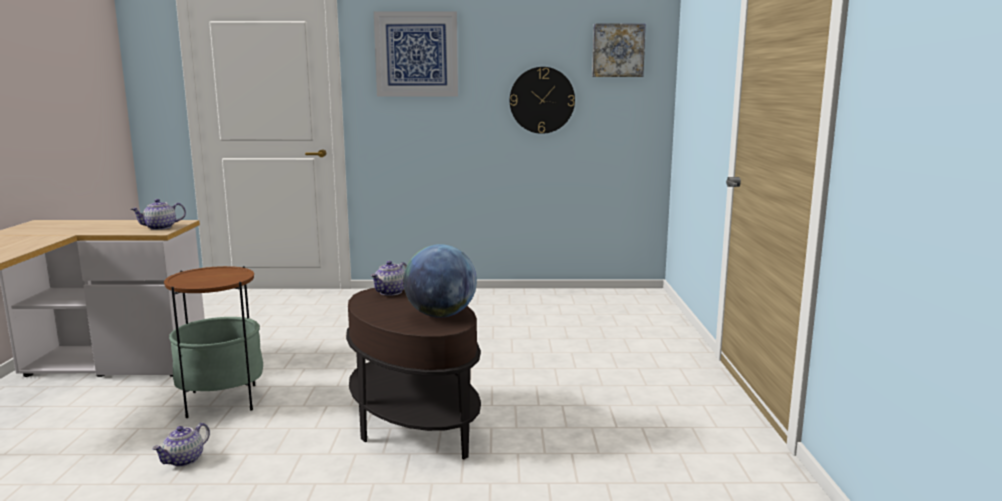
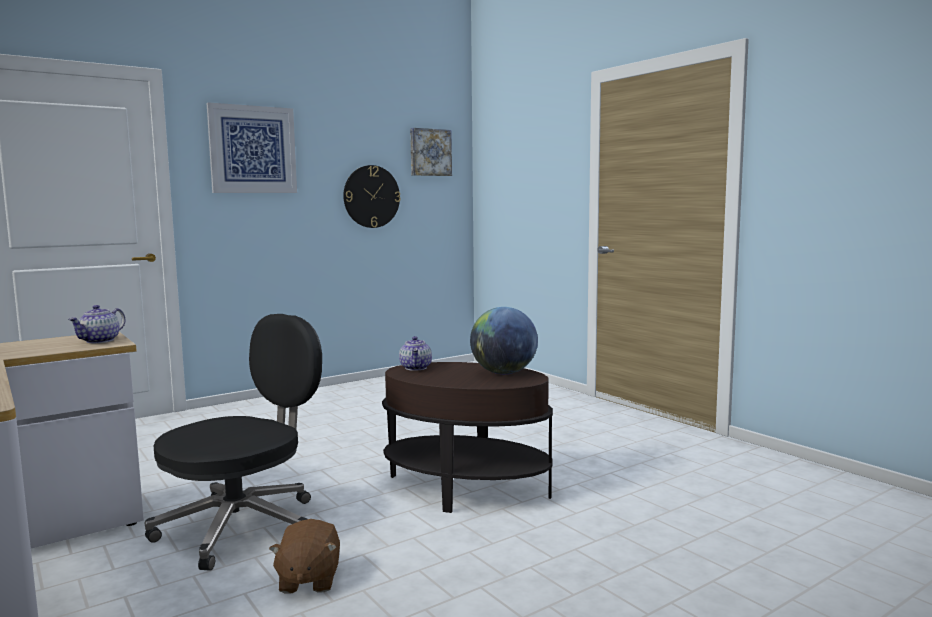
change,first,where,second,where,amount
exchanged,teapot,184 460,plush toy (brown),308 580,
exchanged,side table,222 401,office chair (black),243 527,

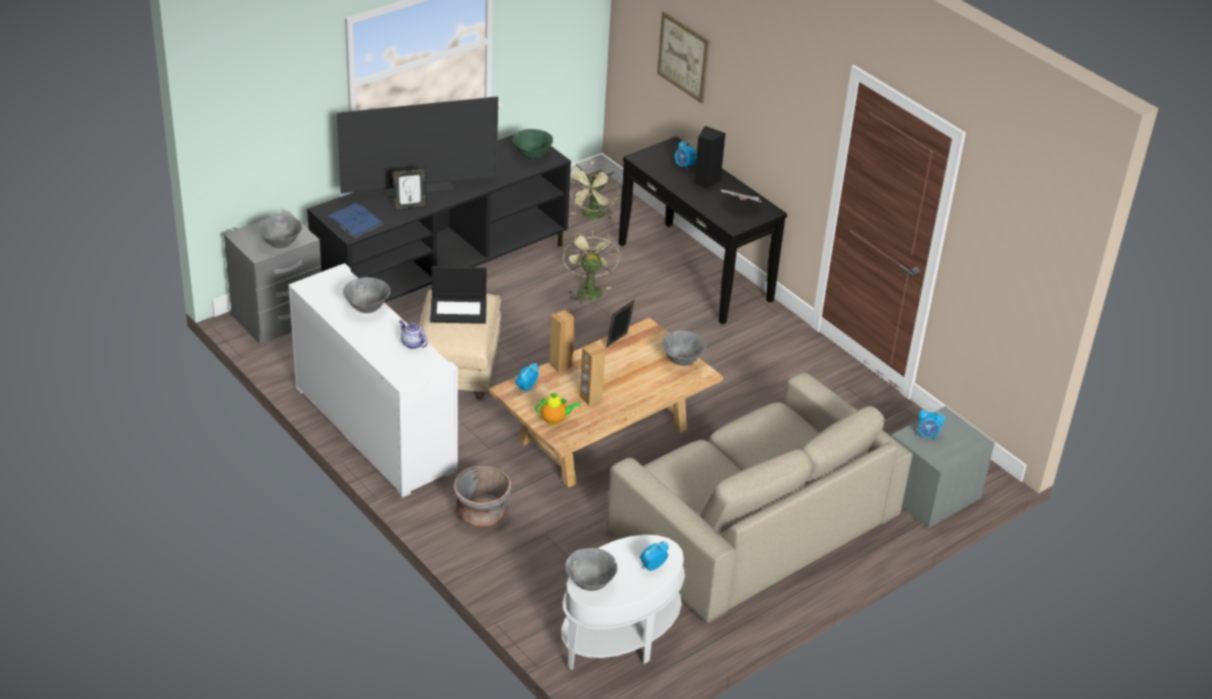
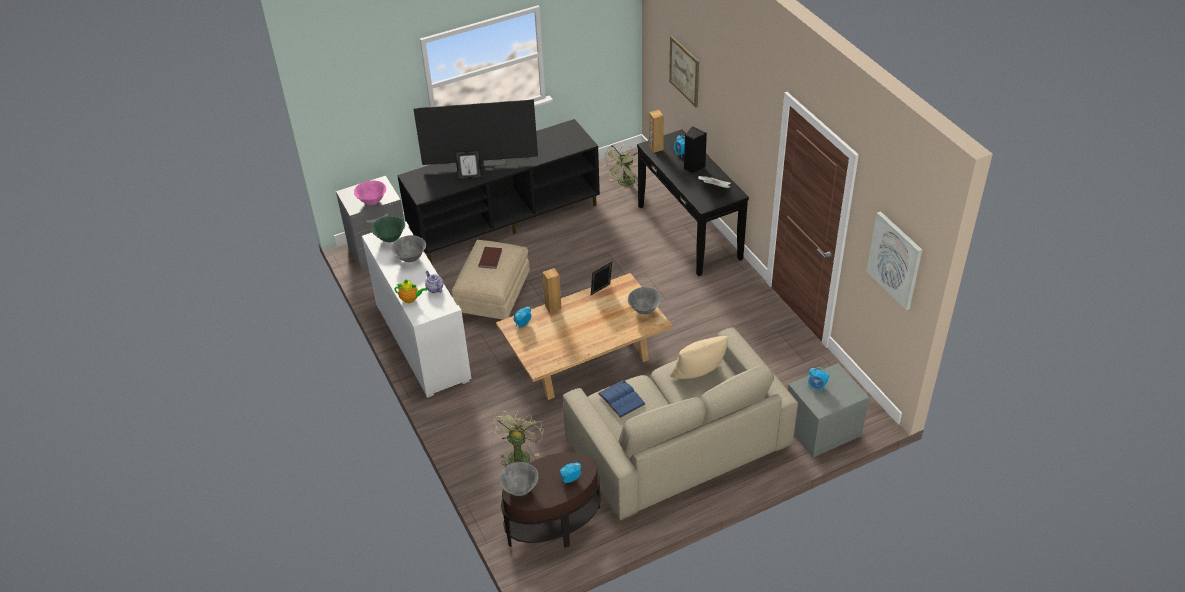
change,first,where,second,where,amount
missing,planter (grey),481 513,,,
appeared,,,pillow (beige),699 375,
appeared,,,picture,895 260,
relocated,book (blue),354 220,,621 398,
relocated,bowl (green),532 155,,390 238,
relocated,teapot,555 420,,411 299,
relocated,fan (green),588 289,,518 454,
relocated,speaker (brown),590 398,,655 148,
exchanged,laptop,459 310,book (brown),491 258,
colour,bowl (grey),281 244,bowl (pink),372 201,
colour,side table (white),620 636,side table (brown),553 524,

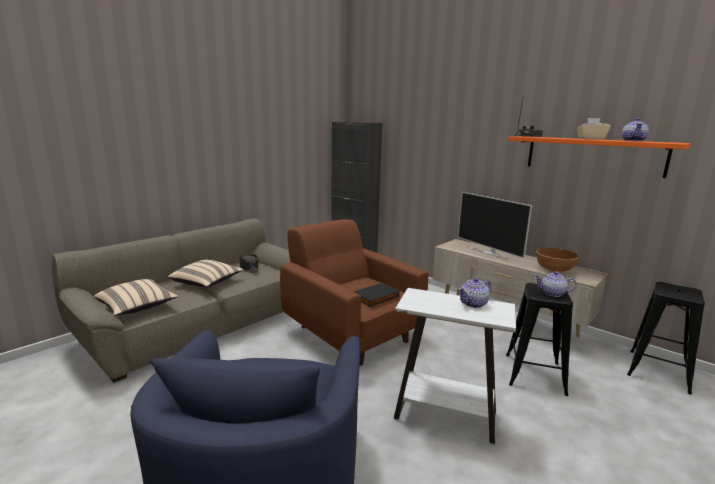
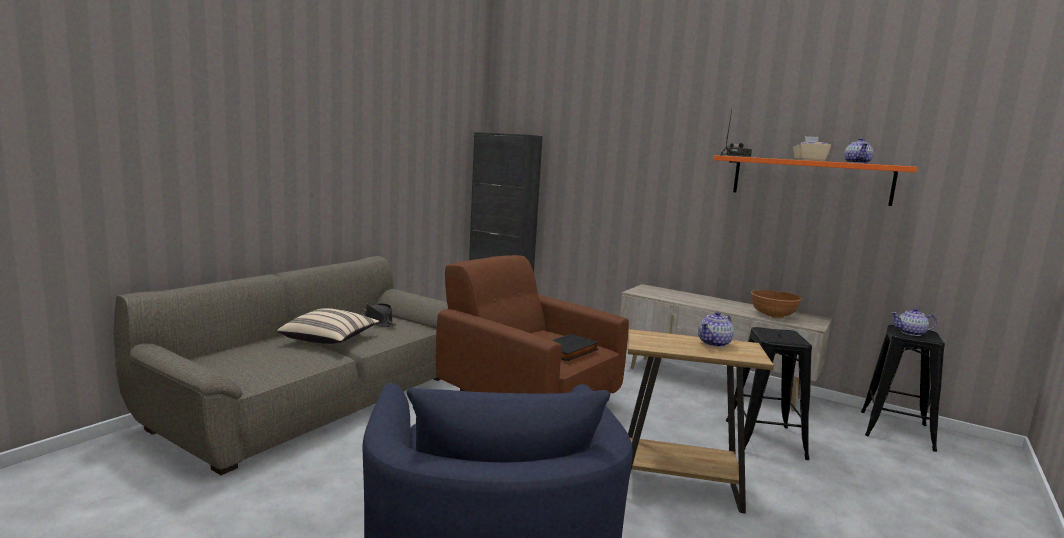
change,first,where,second,where,amount
missing,pillow (beige),137 308,,,
missing,television,489 253,,,
relocated,teapot,553 293,,911 333,
colour,side table (white),445 415,side table (brown),678 487,

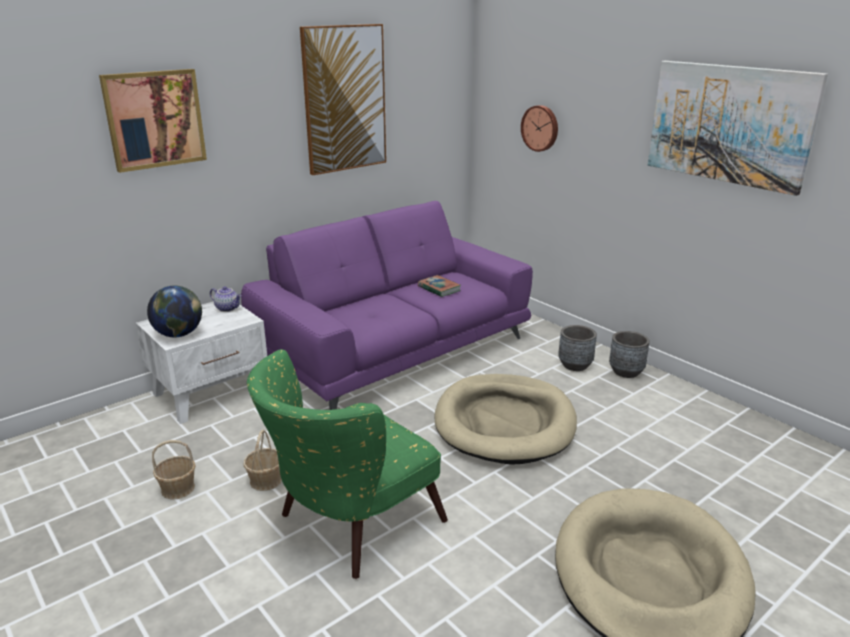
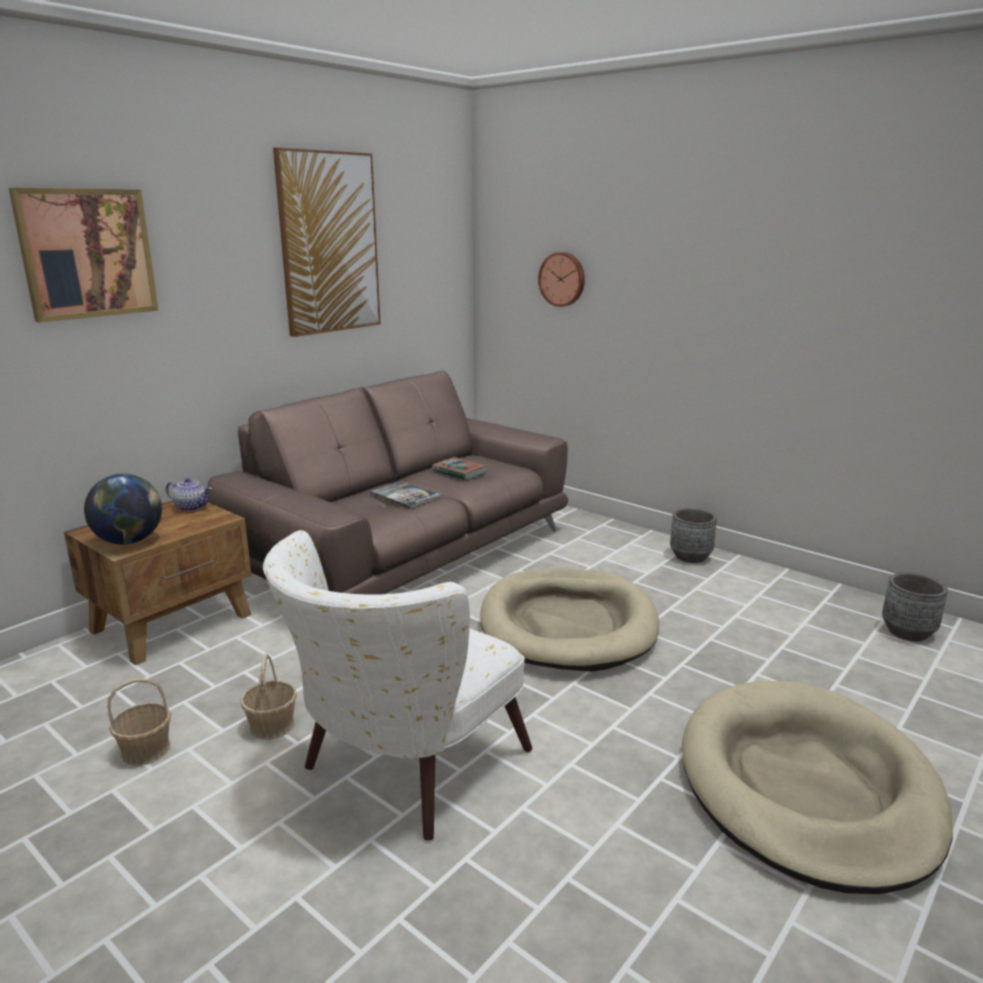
change,first,where,second,where,amount
missing,picture,729 124,,,
appeared,,,book,405 496,
relocated,planter (grey),575 365,,908 632,
colour,side table (white),212 392,side table (brown),173 622,
colour,sofa (purple),394 349,sofa (brown),406 553,
colour,armchair (green),348 525,armchair (white),400 771,

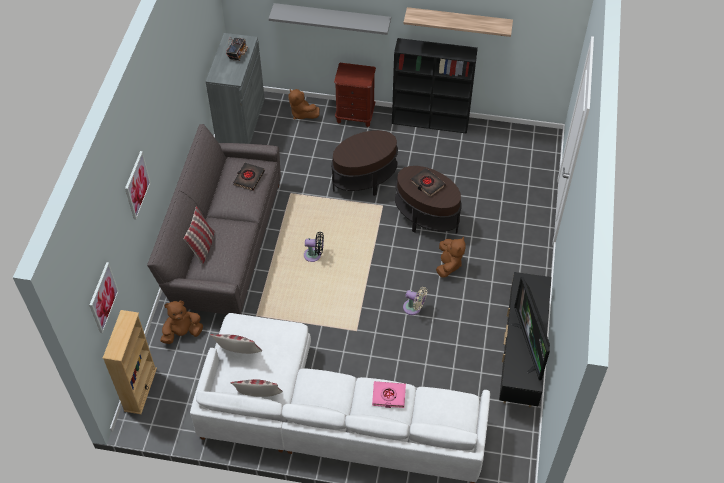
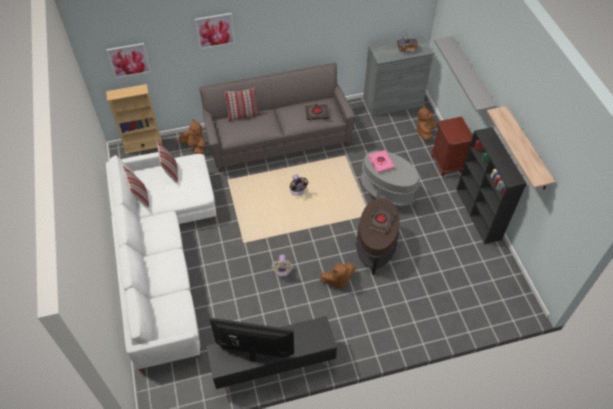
change,first,where,second,where,amount
relocated,book (pink),388 396,,380 163,
colour,side table (brown),364 180,side table (grey),386 194,
spun,television,530 346,,254 353,45 degrees clockwise

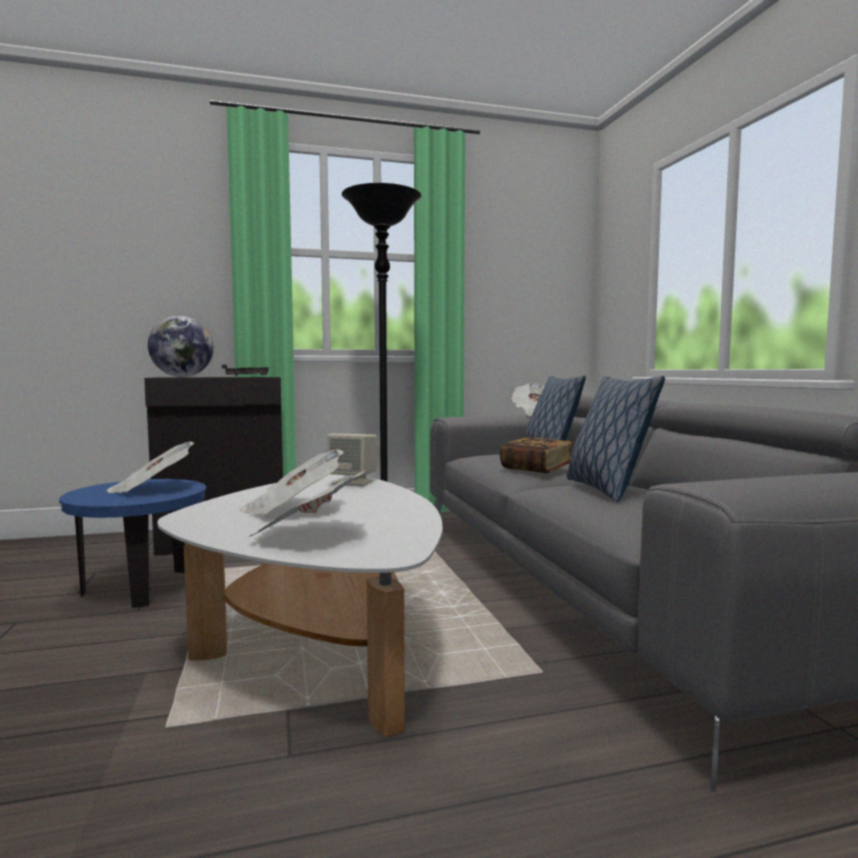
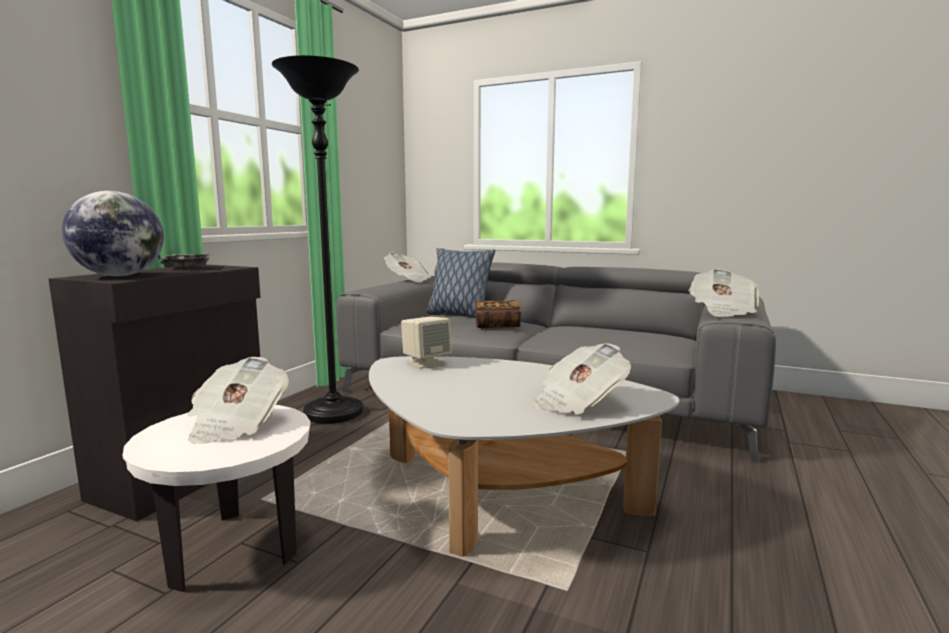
change,first,where,second,where,amount
missing,pillow,606 489,,,
relocated,newspaper,292 509,,722 311,
colour,side table (blue),141 587,side table (white),233 548,

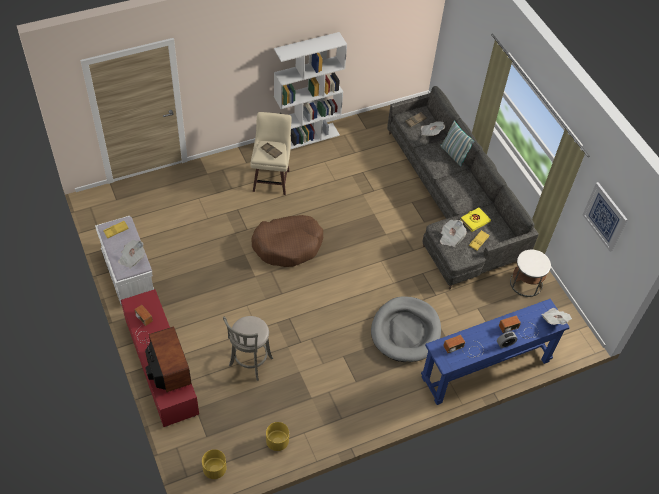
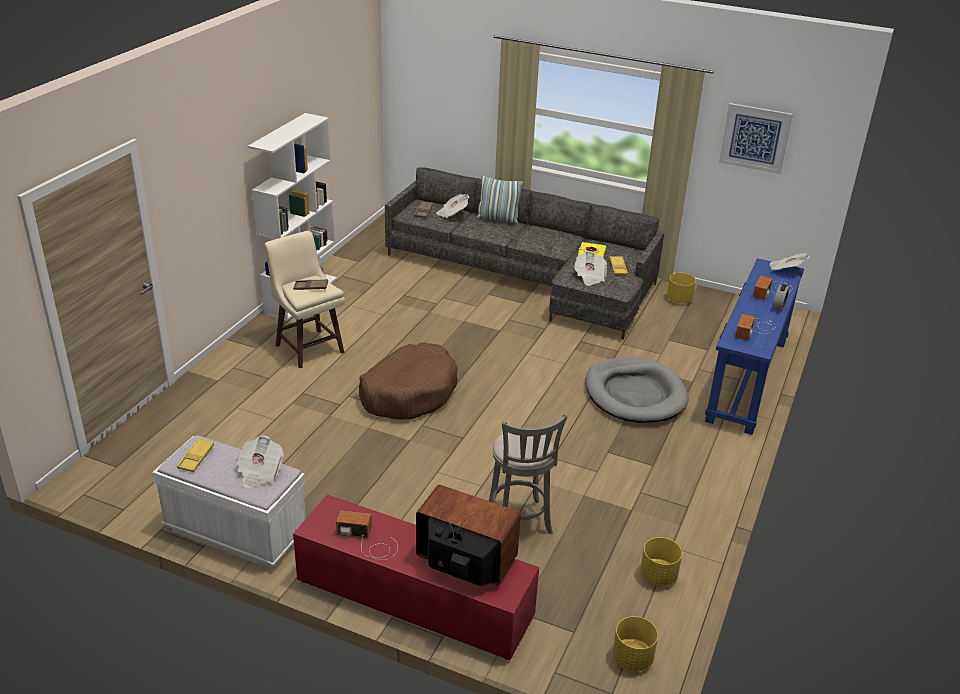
change,first,where,second,where,amount
exchanged,side table (white),526 283,planter (yellow),679 300,

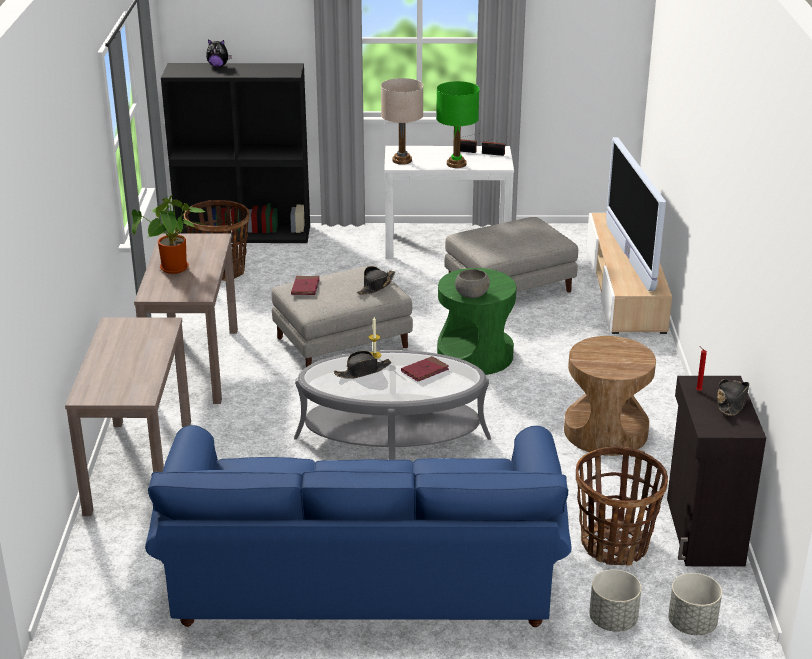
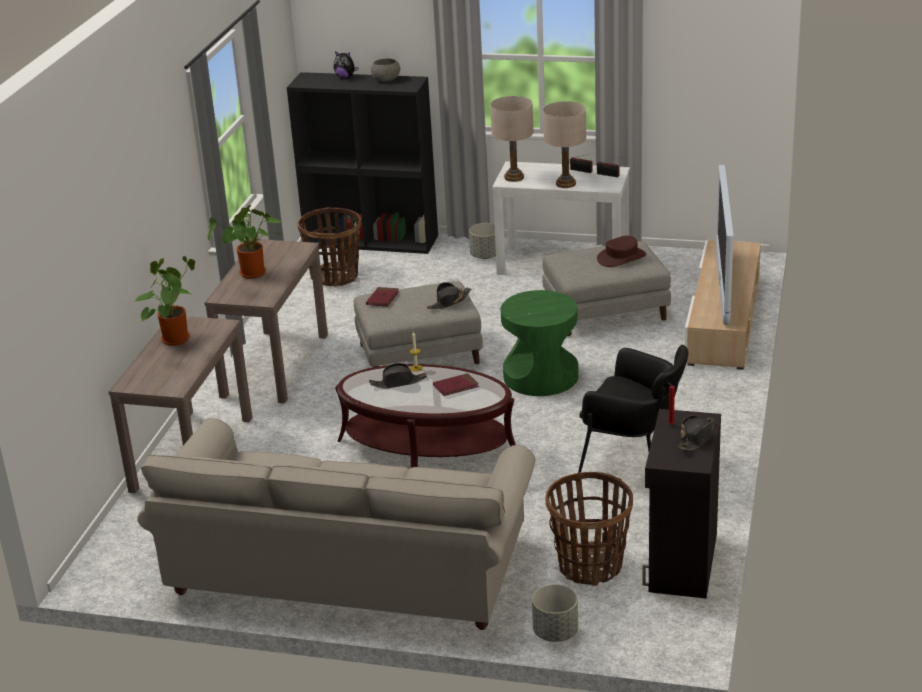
change,first,where,second,where,amount
appeared,,,potted plant,174 338,
appeared,,,hat (brown),621 257,
relocated,bowl (grey),471 294,,386 79,
relocated,planter (grey),692 624,,485 256,
exchanged,side table (brown),606 431,armchair (black),633 460,
colour,sofa (blue),363 573,sofa (beige),348 566,
colour,coffee table (grey),392 438,coffee table (brown),427 448,
colour,table lamp (green),456 164,table lamp (beige),565 184,

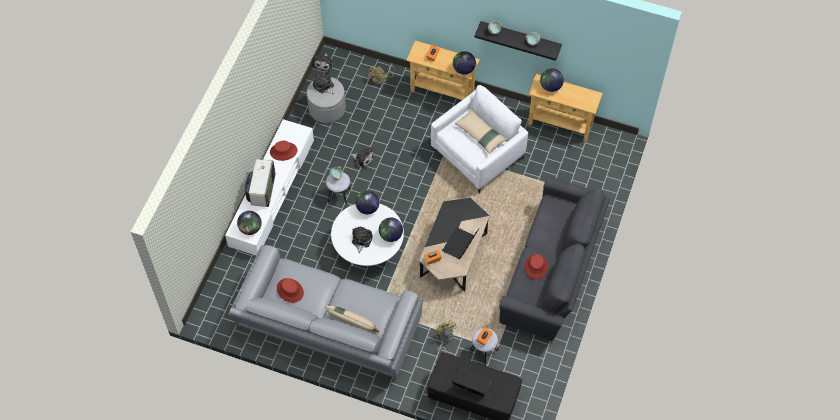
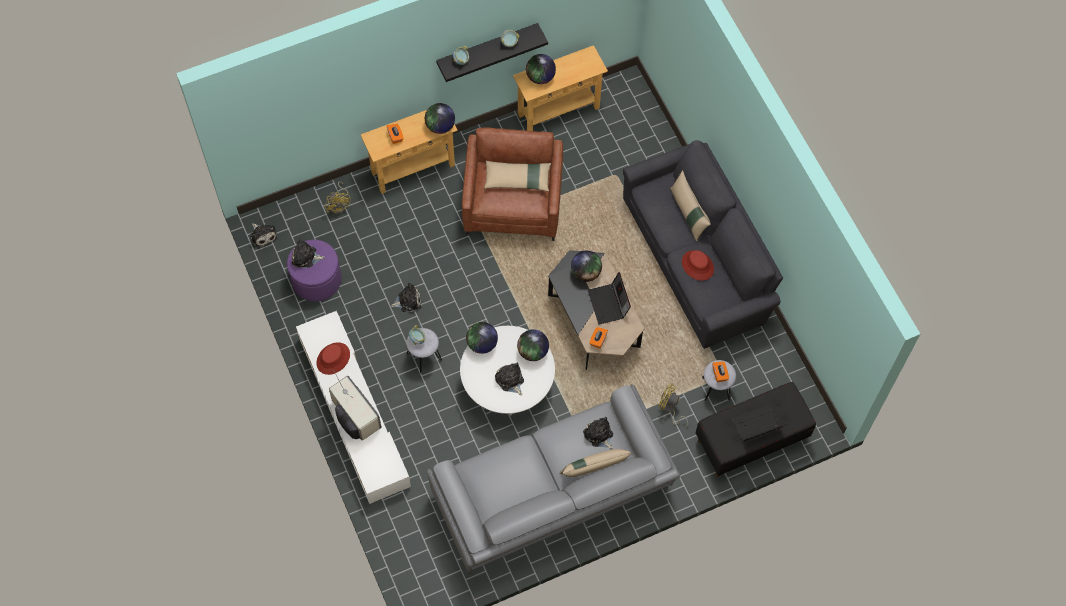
change,first,where,second,where,amount
missing,hat (red),290 290,,,
appeared,,,plush toy,599 435,
appeared,,,pillow (beige),688 213,
relocated,globe,250 228,,586 273,
colour,ottoman (grey),327 108,ottoman (purple),316 279,
colour,armchair (white),478 154,armchair (brown),513 203,

